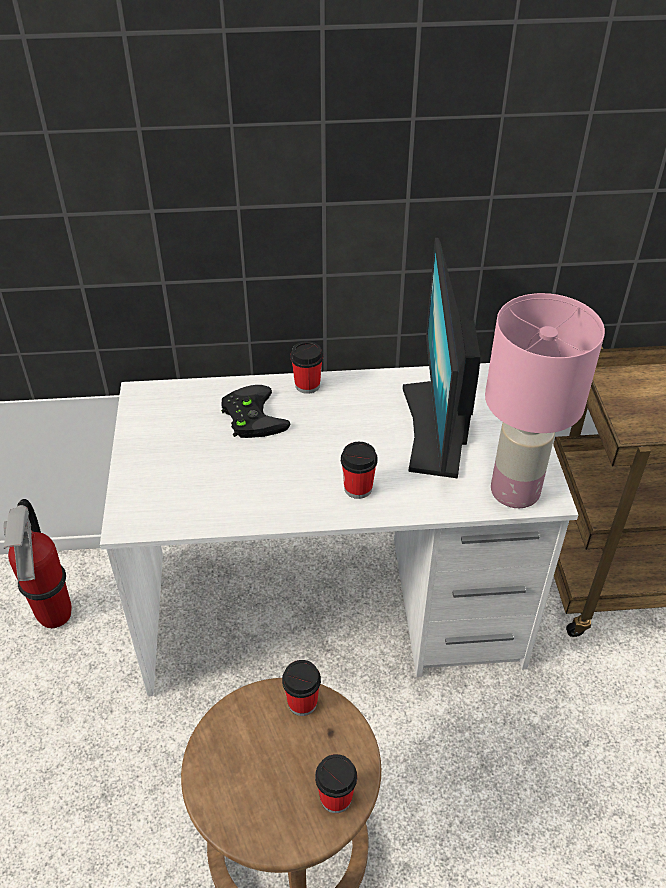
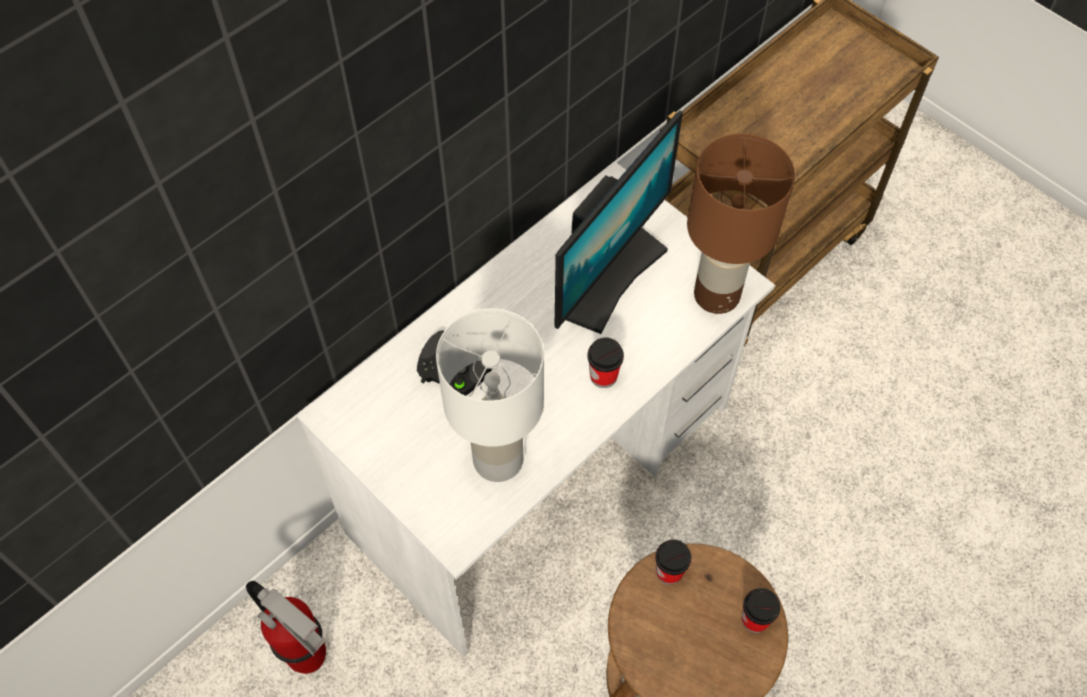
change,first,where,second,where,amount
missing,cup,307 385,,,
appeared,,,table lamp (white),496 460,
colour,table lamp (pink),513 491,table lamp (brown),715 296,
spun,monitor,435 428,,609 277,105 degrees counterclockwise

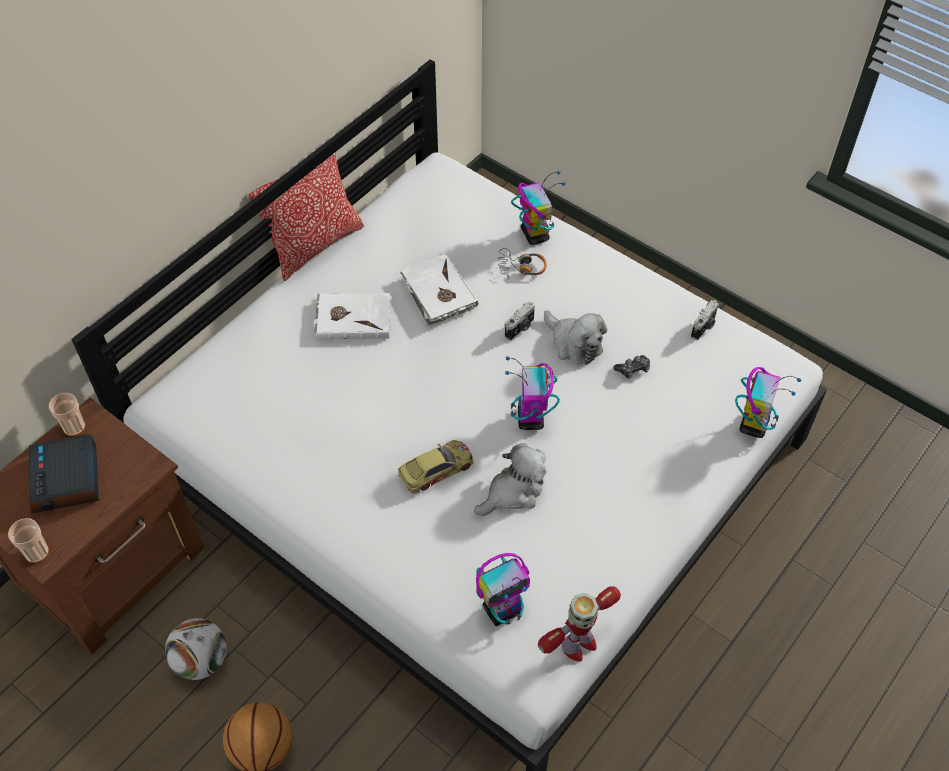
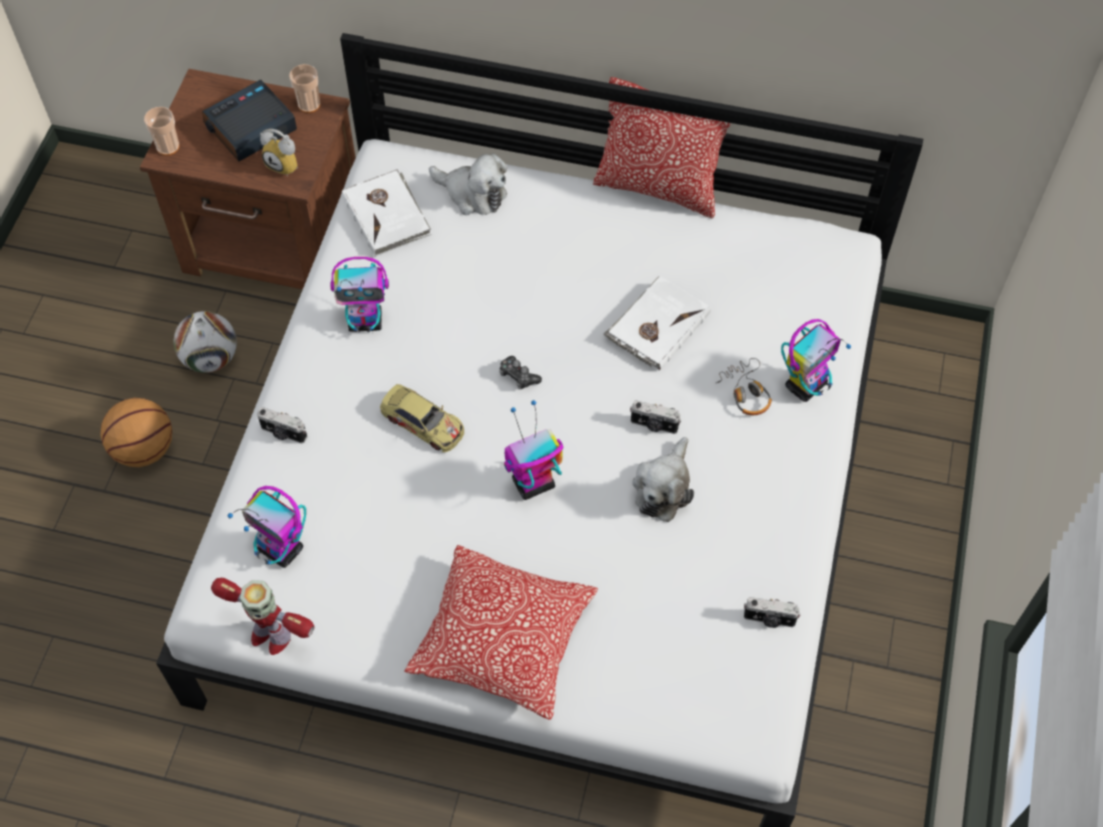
change,first,where,second,where,amount
appeared,,,photo camera,283 433,
appeared,,,alarm clock,286 164,
appeared,,,pillow,503 640,
relocated,book (white),353 317,,387 215,
relocated,plush toy,513 492,,473 194,
relocated,game controller,633 369,,518 376,
relocated,toy robot,753 424,,366 321,

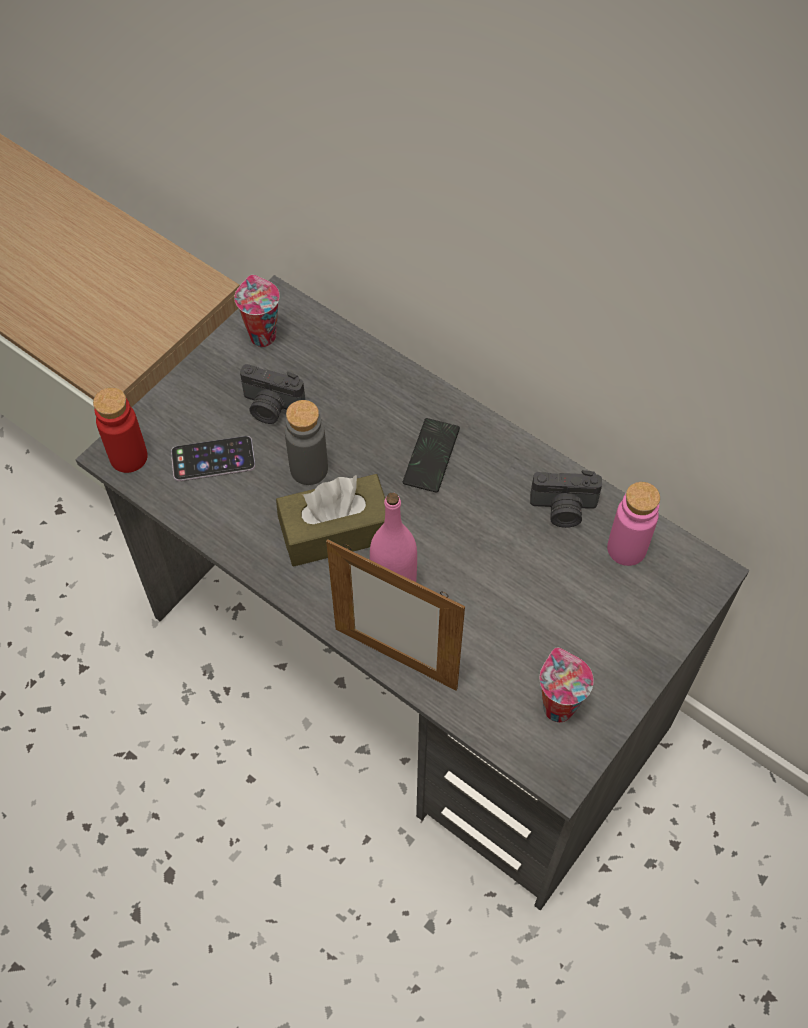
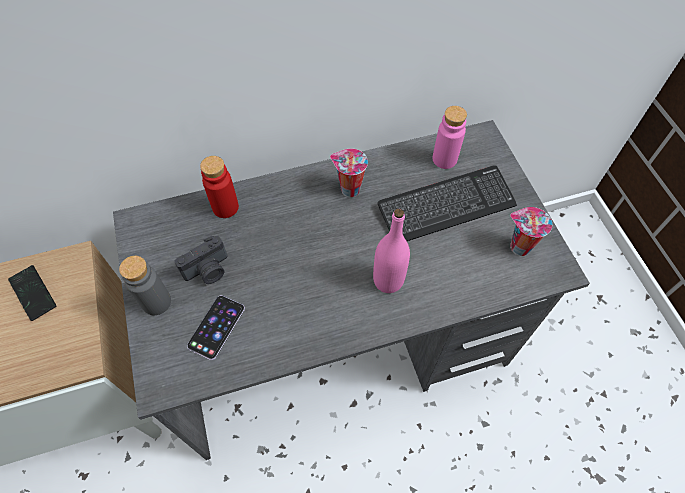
change,first,where,second,where,amount
missing,tissue box (brown),335 531,,,
missing,picture frame,395 658,,,
missing,photo camera,563 509,,,
appeared,,,keyboard,446 206,
relocated,bottle (red),128 457,,225 207,
relocated,cup,261 335,,348 189,
relocated,bottle (grey),309 469,,156 302,
relocated,phone,431 456,,33 293,

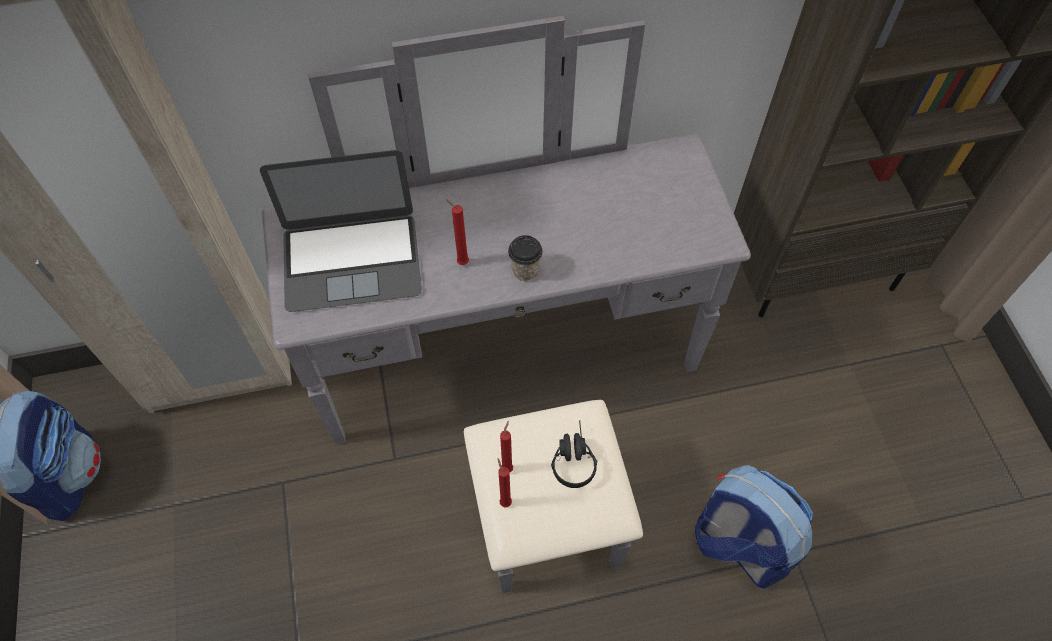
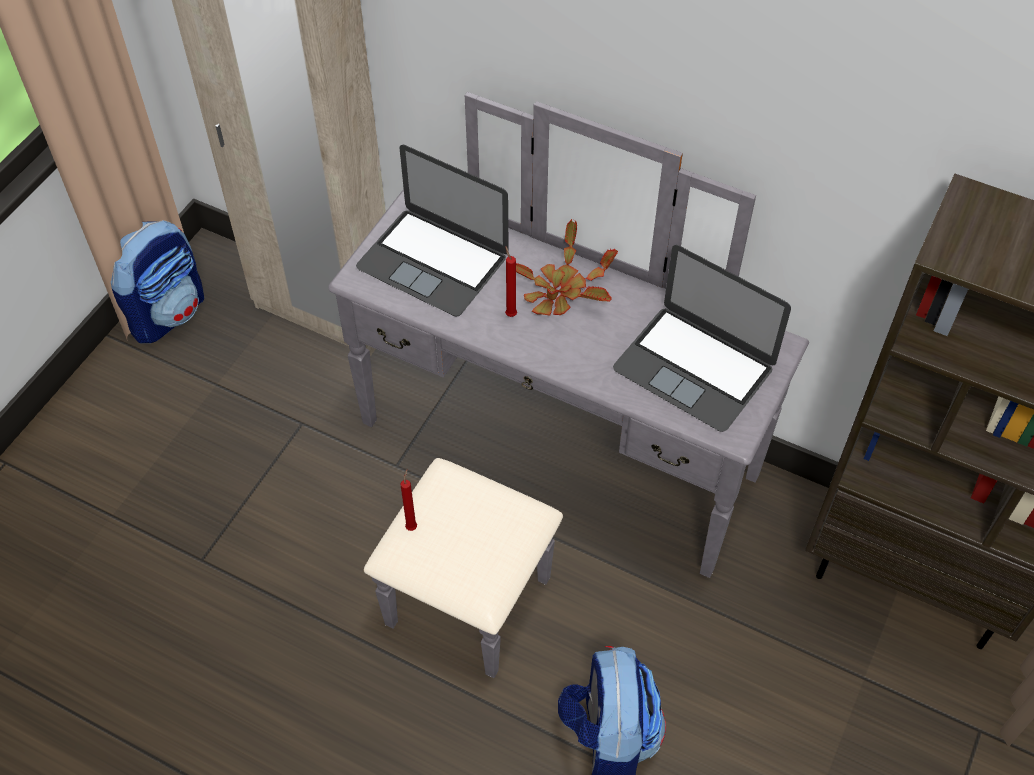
change,first,where,second,where,amount
missing,candle (red),508 467,,,
missing,cup,525 271,,,
missing,headphones (black),572 457,,,
appeared,,,potted plant,561 291,
appeared,,,laptop,694 368,

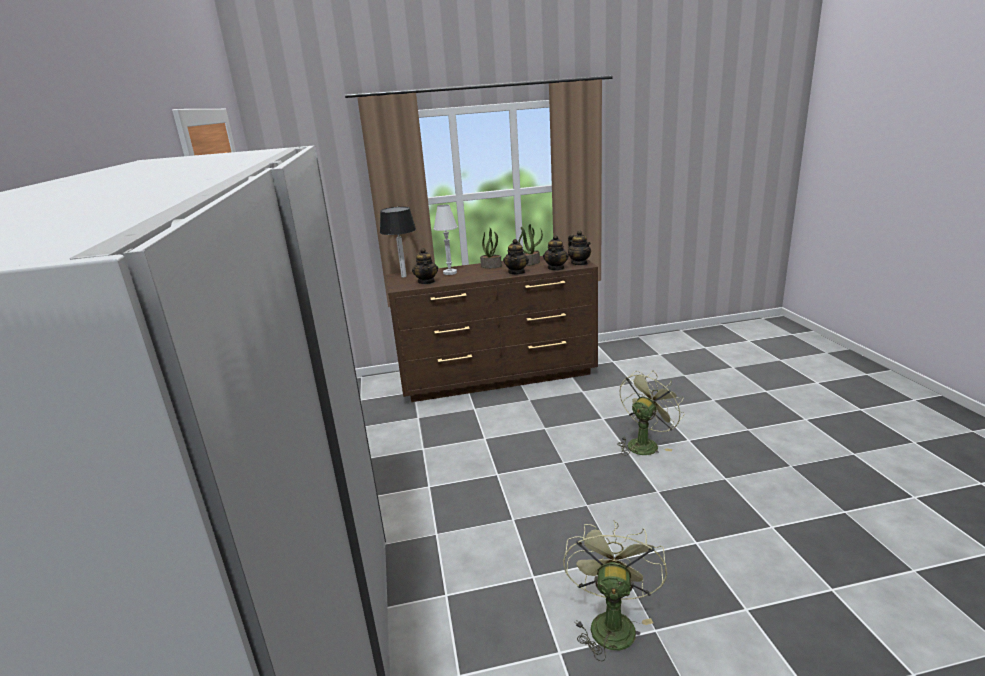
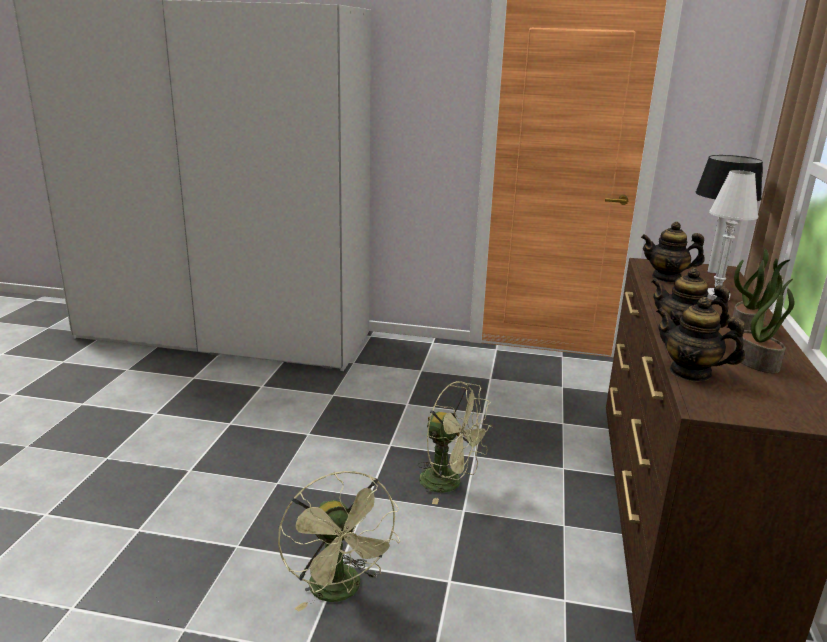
change,first,where,second,where,amount
missing,teapot,579 263,,,
relocated,fan (green),611 622,,449 483,

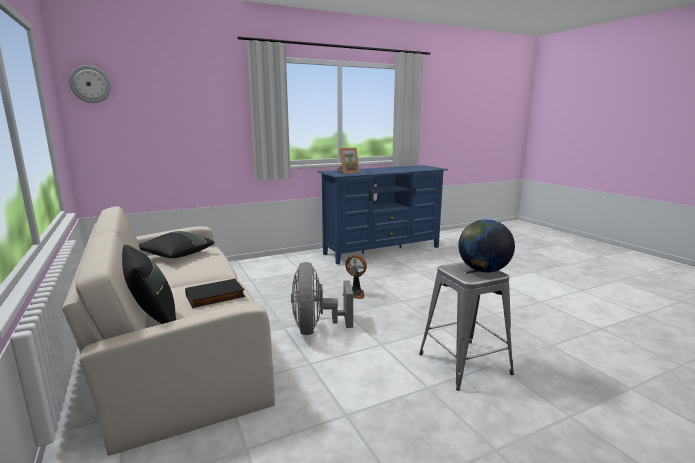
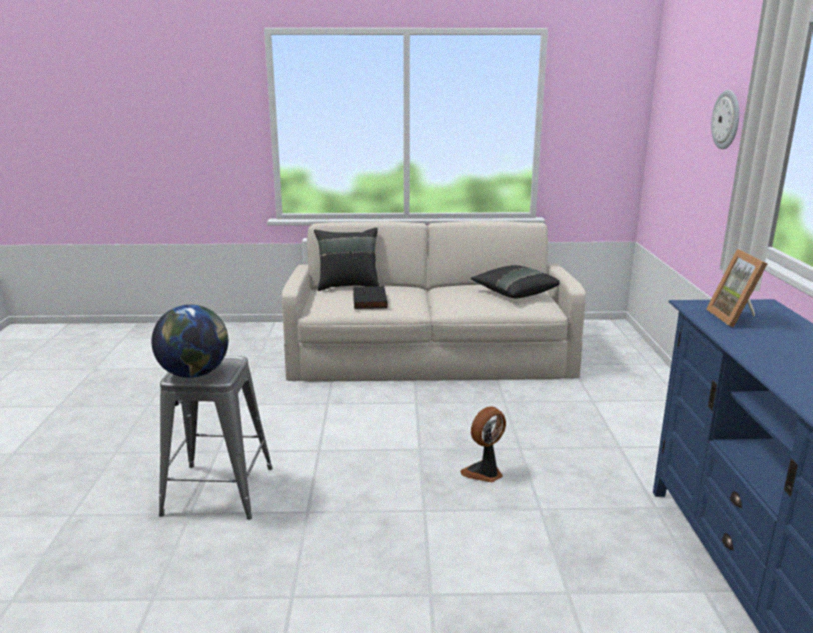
change,first,where,second,where,amount
missing,fan (grey),316 328,,,
relocated,wall clock,90 84,,727 119,

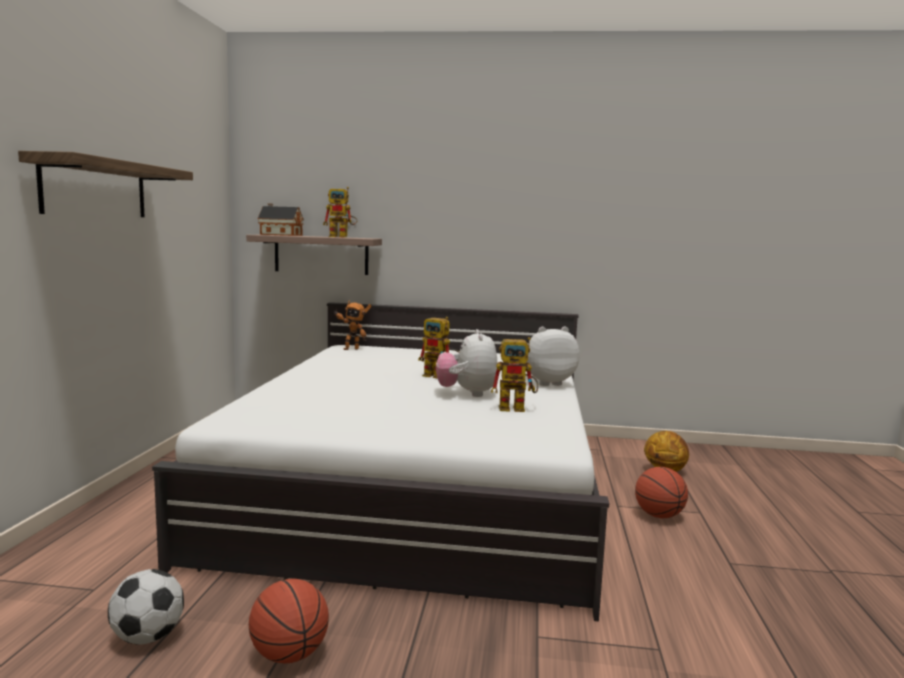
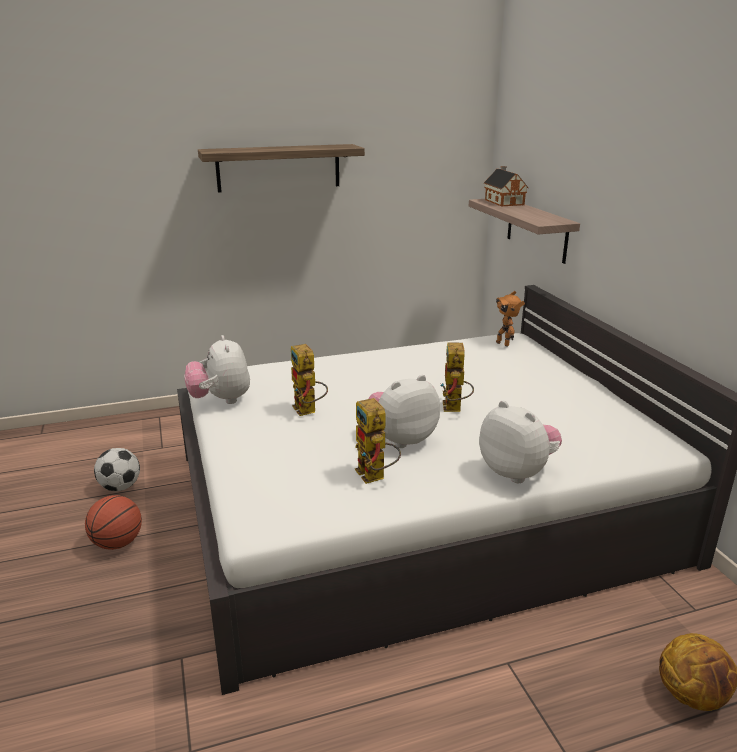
change,first,where,second,where,amount
missing,basketball,659 516,,,
appeared,,,plush toy,221 400,
relocated,toy robot,342 237,,308 411,

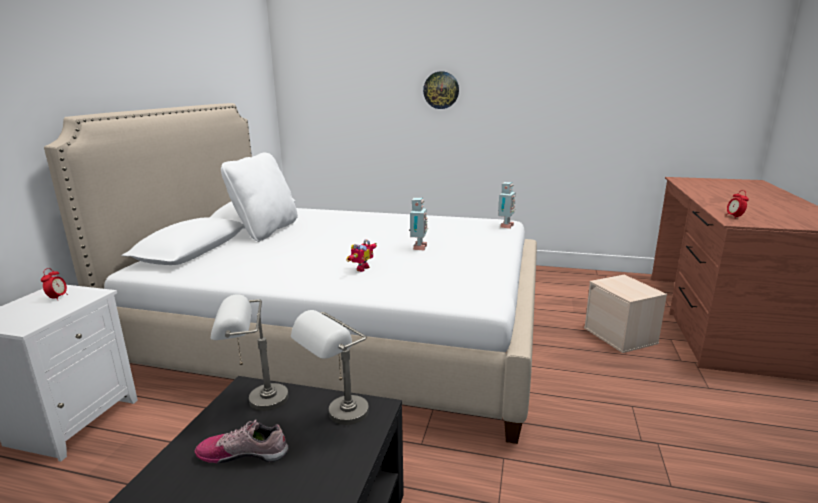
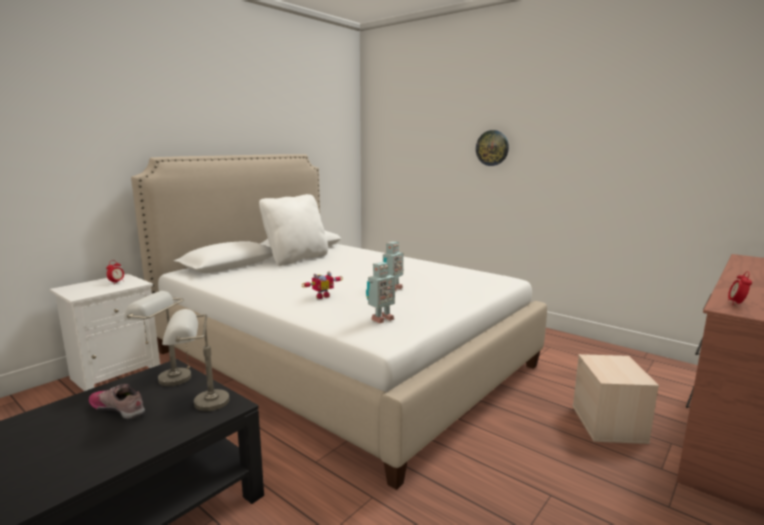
change,first,where,second,where,amount
relocated,toy robot,505 226,,380 319,

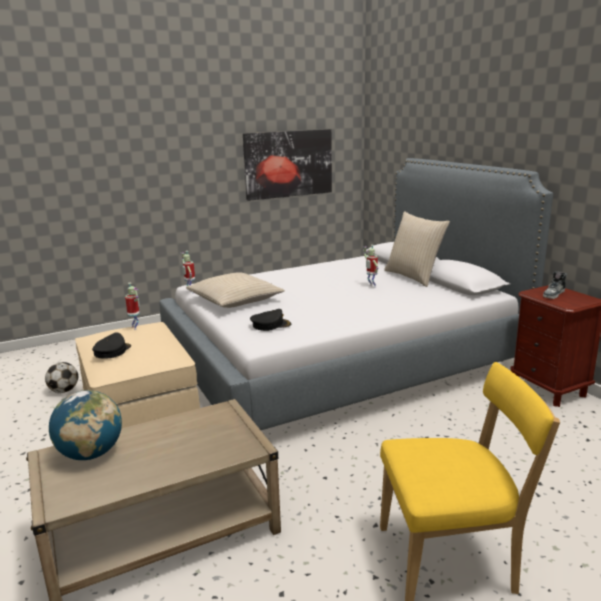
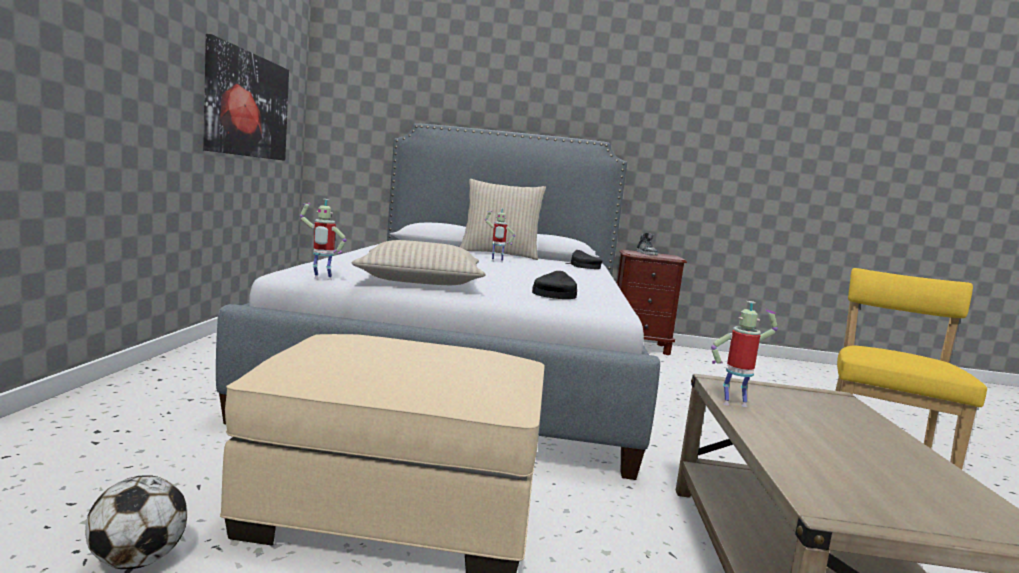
change,first,where,second,where,amount
missing,globe,91 454,,,
relocated,cap (black),112 351,,582 266,
relocated,toy robot,135 327,,734 404,

